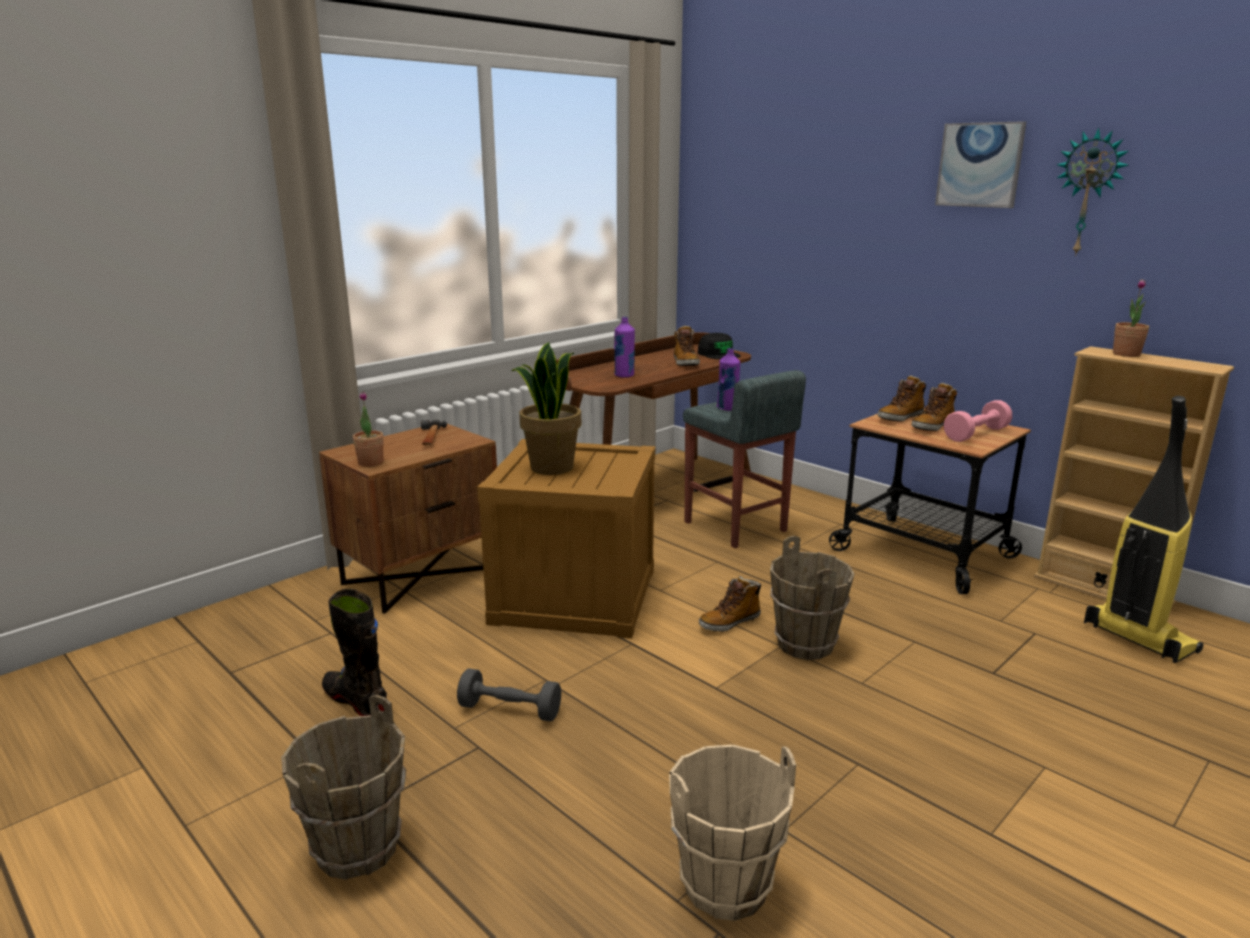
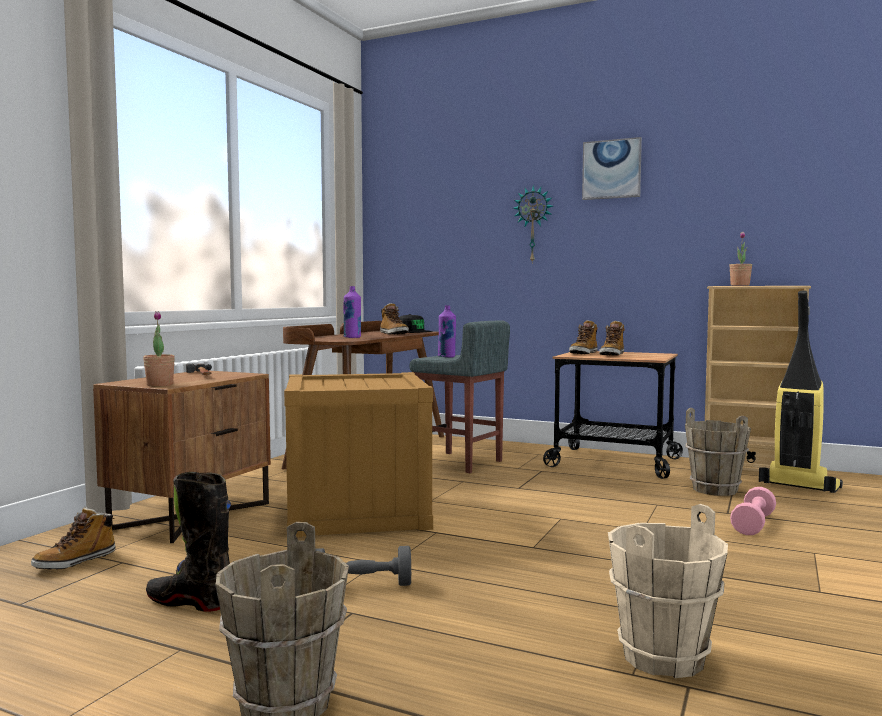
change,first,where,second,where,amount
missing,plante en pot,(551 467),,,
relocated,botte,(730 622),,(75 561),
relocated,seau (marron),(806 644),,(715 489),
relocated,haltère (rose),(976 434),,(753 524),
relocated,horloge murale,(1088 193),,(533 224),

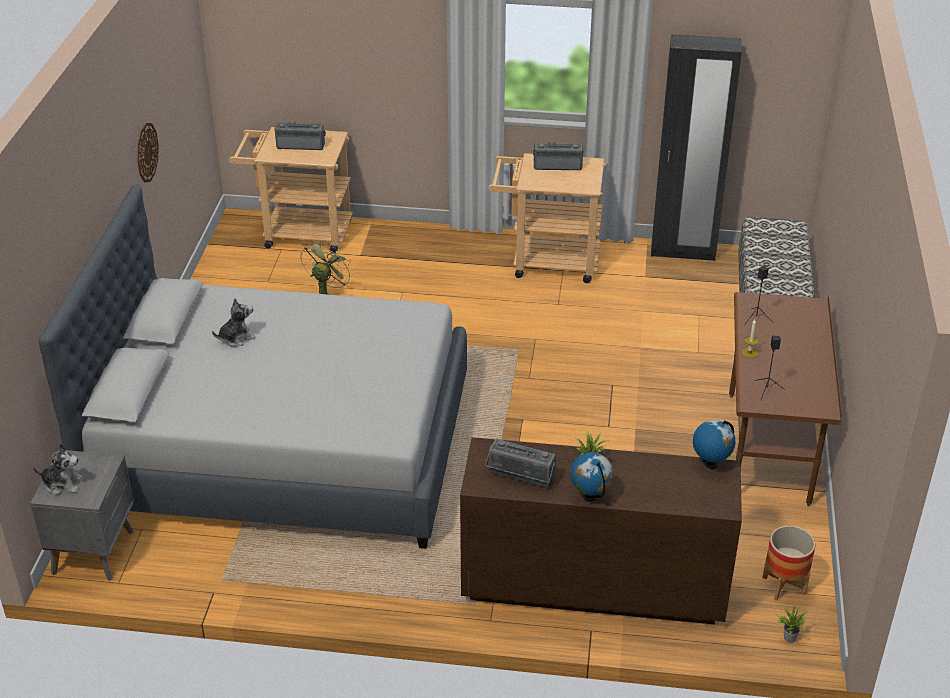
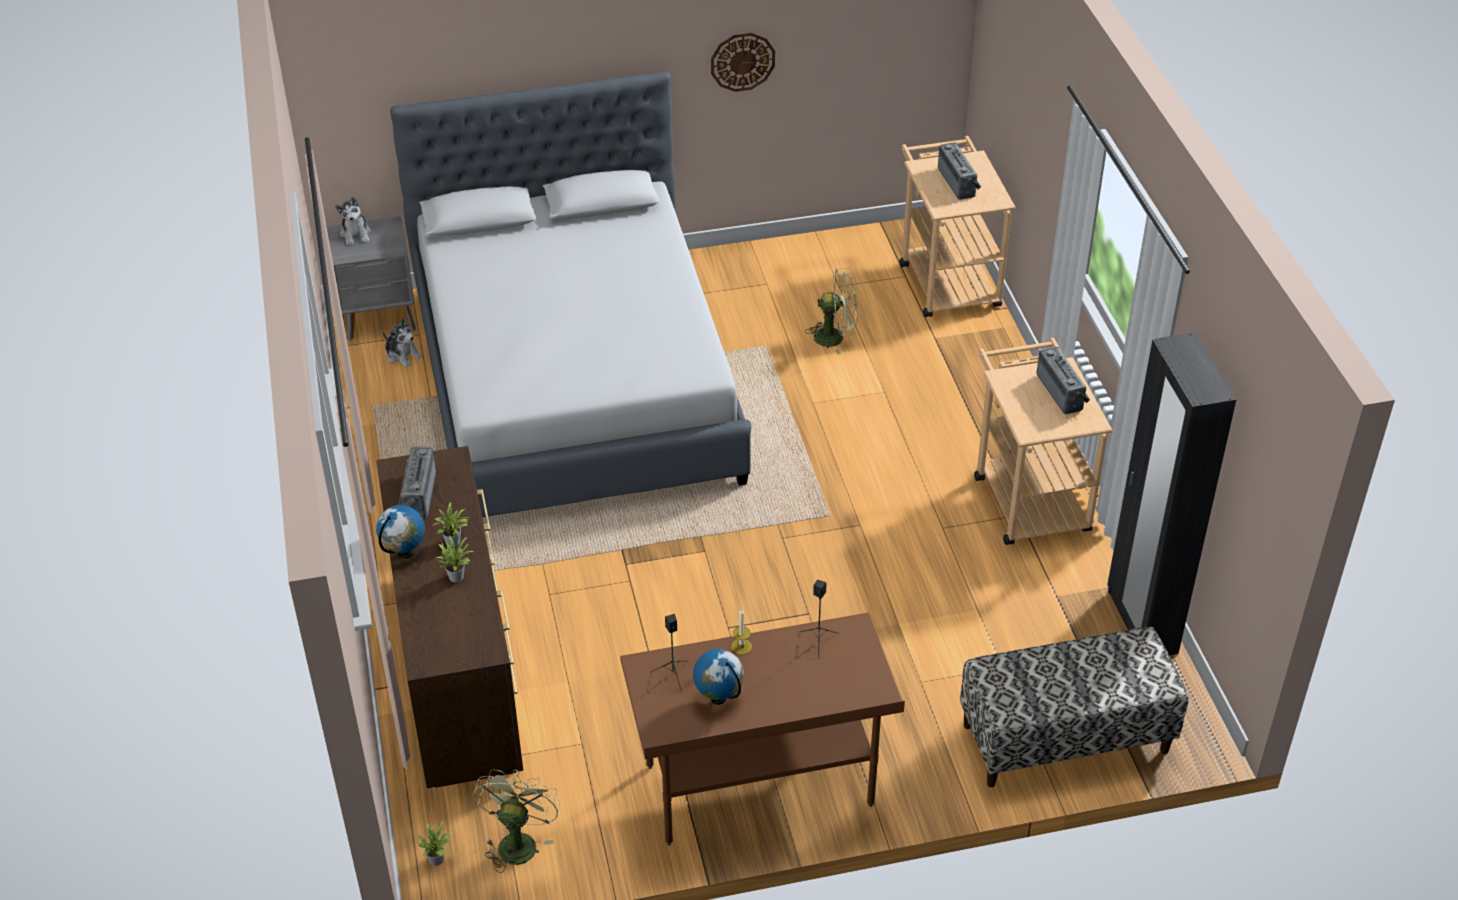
change,first,where,second,where,amount
appeared,,,plante en pot,(456 575),
relocated,peluche,(236 338),,(402 355),
relocated,globe,(710 464),,(719 698),
exchanged,cache-pot,(784 586),ventilateur (vert),(518 841),

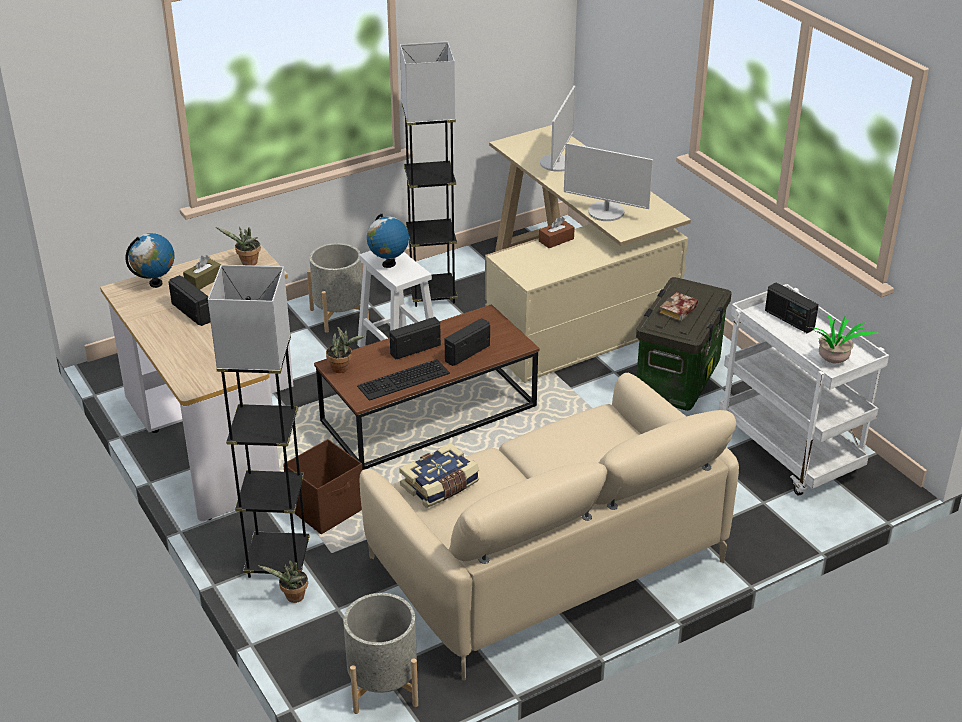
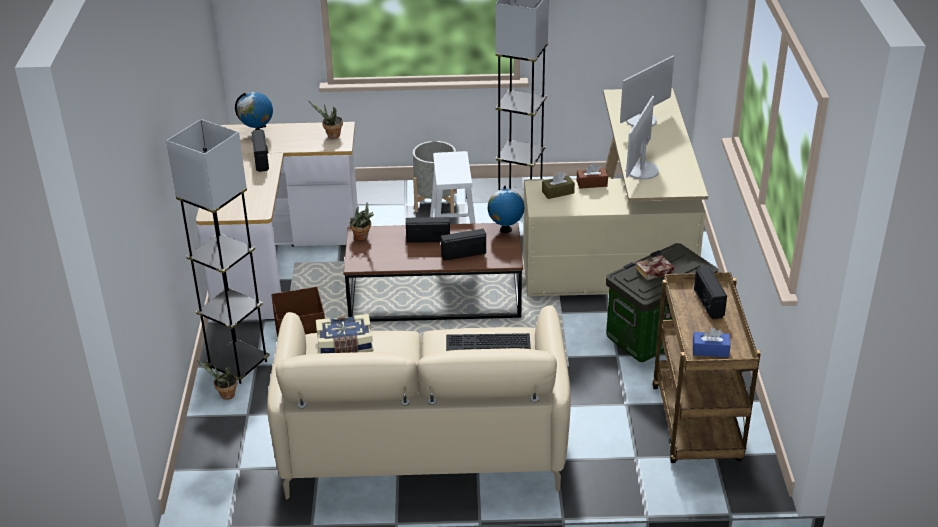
change,first,where,second,where,amount
missing,cache-pot (gris),(383 685),,,
relocated,boîte à mouchoirs (marron),(204 281),,(558 192),
relocated,clavier,(403 381),,(487 343),
relocated,globe,(388 264),,(505 230),
exchanged,plante en pot,(833 362),boîte à mouchoirs (bleu),(710 350),
colour,chariot (blanc),(790 452),chariot (marron),(697 426),
spun,écran d'ordinateur,(606 212),,(641 170),60 degrees clockwise

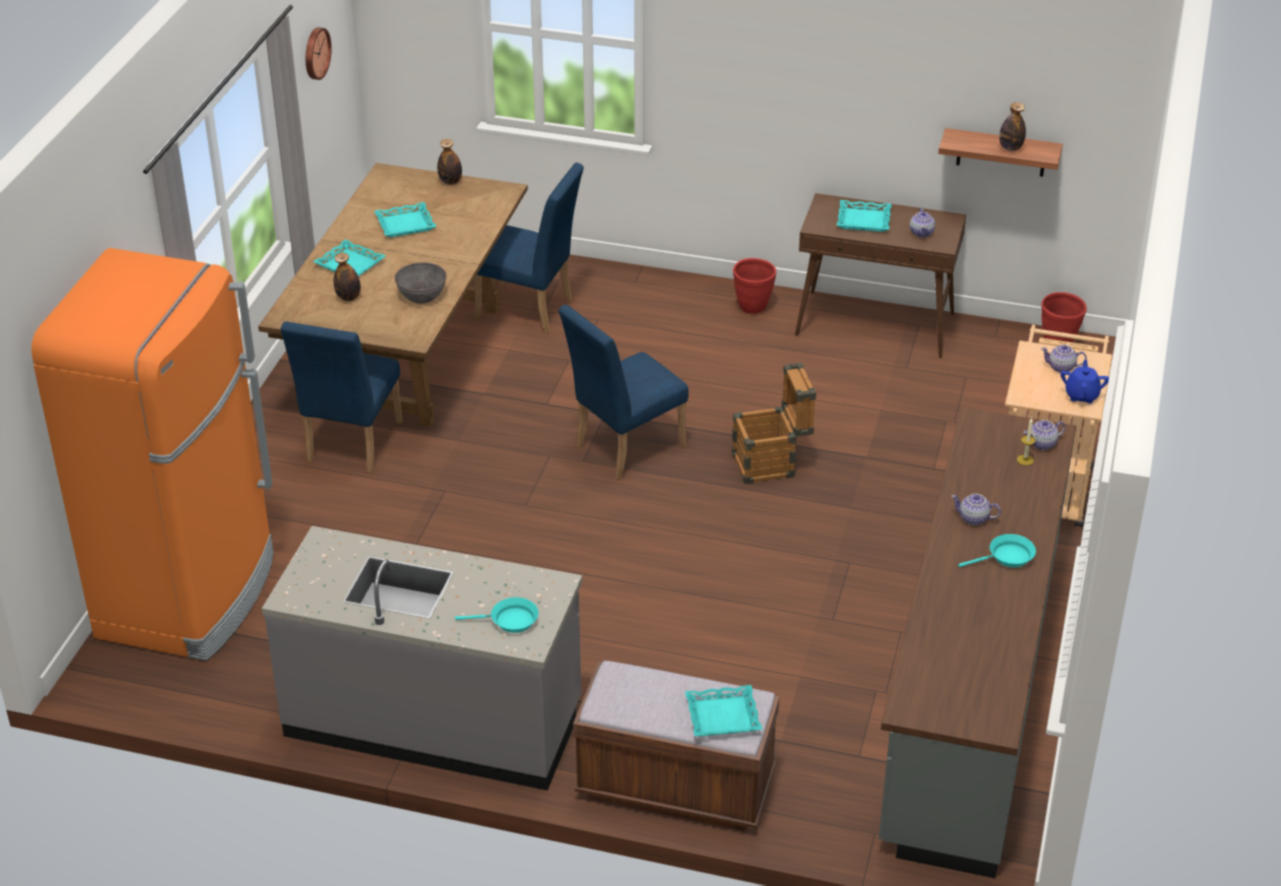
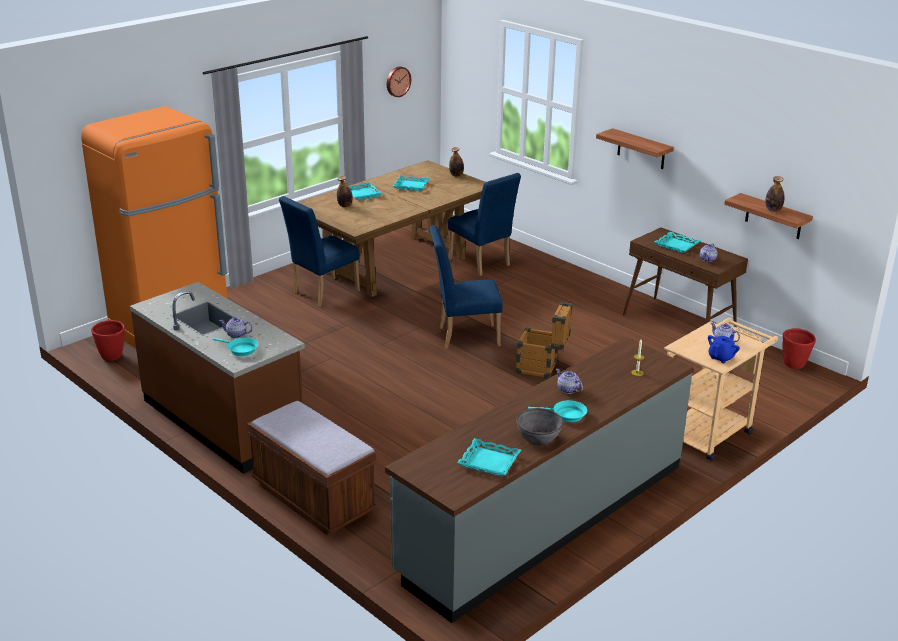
change,first,where,second,where,amount
appeared,,,étagère,(641 149),
relocated,bol (gris),(422 295),,(538 438),
relocated,plateau (turquoise),(723 716),,(489 461),
relocated,cache-pot (rouge),(753 307),,(112 357),
relocated,théière,(1042 444),,(236 335),
colour,comptoir de cuisine (gris),(434 720),comptoir de cuisine (marron),(224 420),

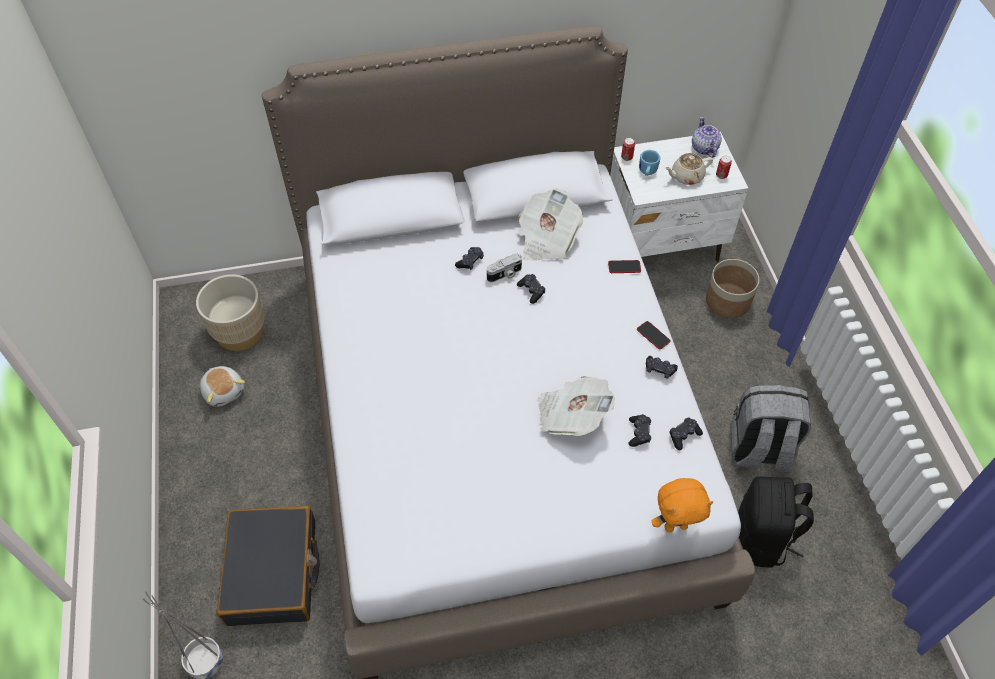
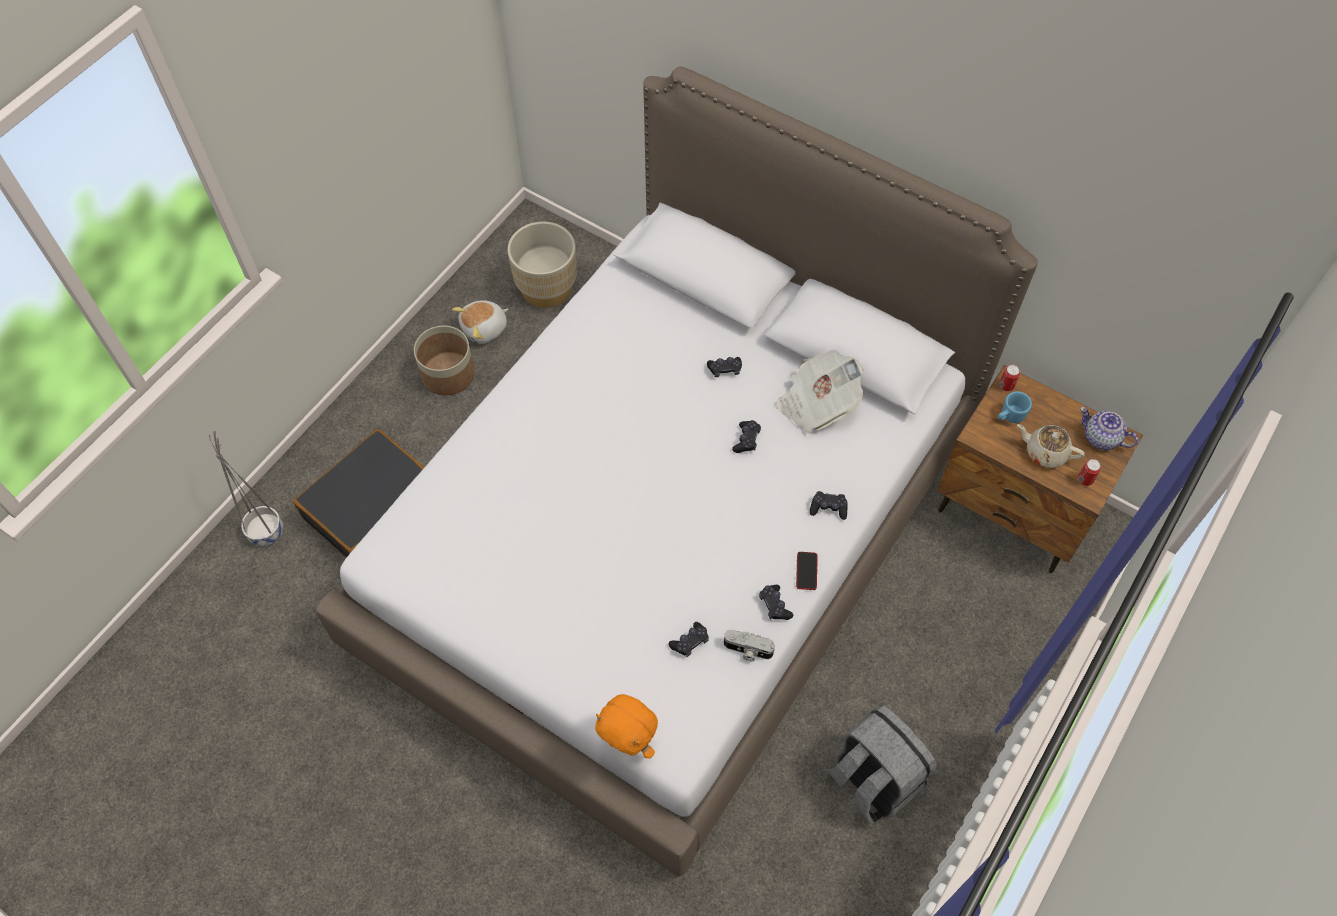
change,first,where,second,where,amount
missing,journal,(571 415),,,
missing,téléphone,(624 267),,,
missing,sac à dos (noir),(762 538),,,
relocated,appareil photo,(505 274),,(747 650),
relocated,manette (noir),(684 436),,(828 508),
relocated,cache-pot,(727 300),,(448 374),
colour,table de chevet (blanc),(663 244),table de chevet (marron),(1014 510),
spun,peluche,(224 391),,(485 329),45 degrees clockwise
spun,théière,(704 148),,(1101 438),90 degrees counterclockwise

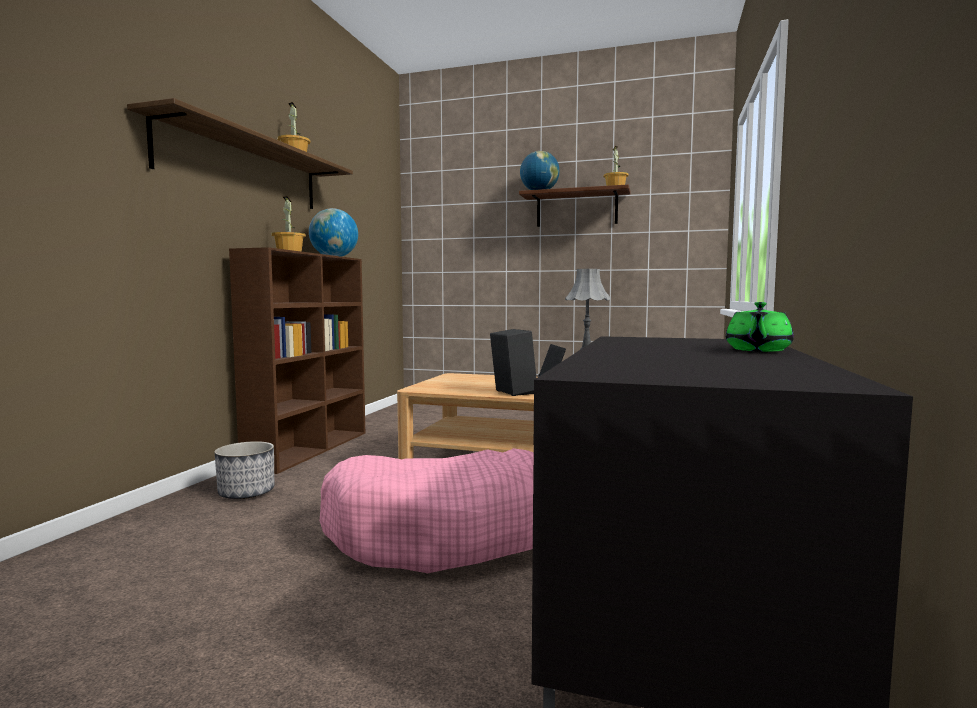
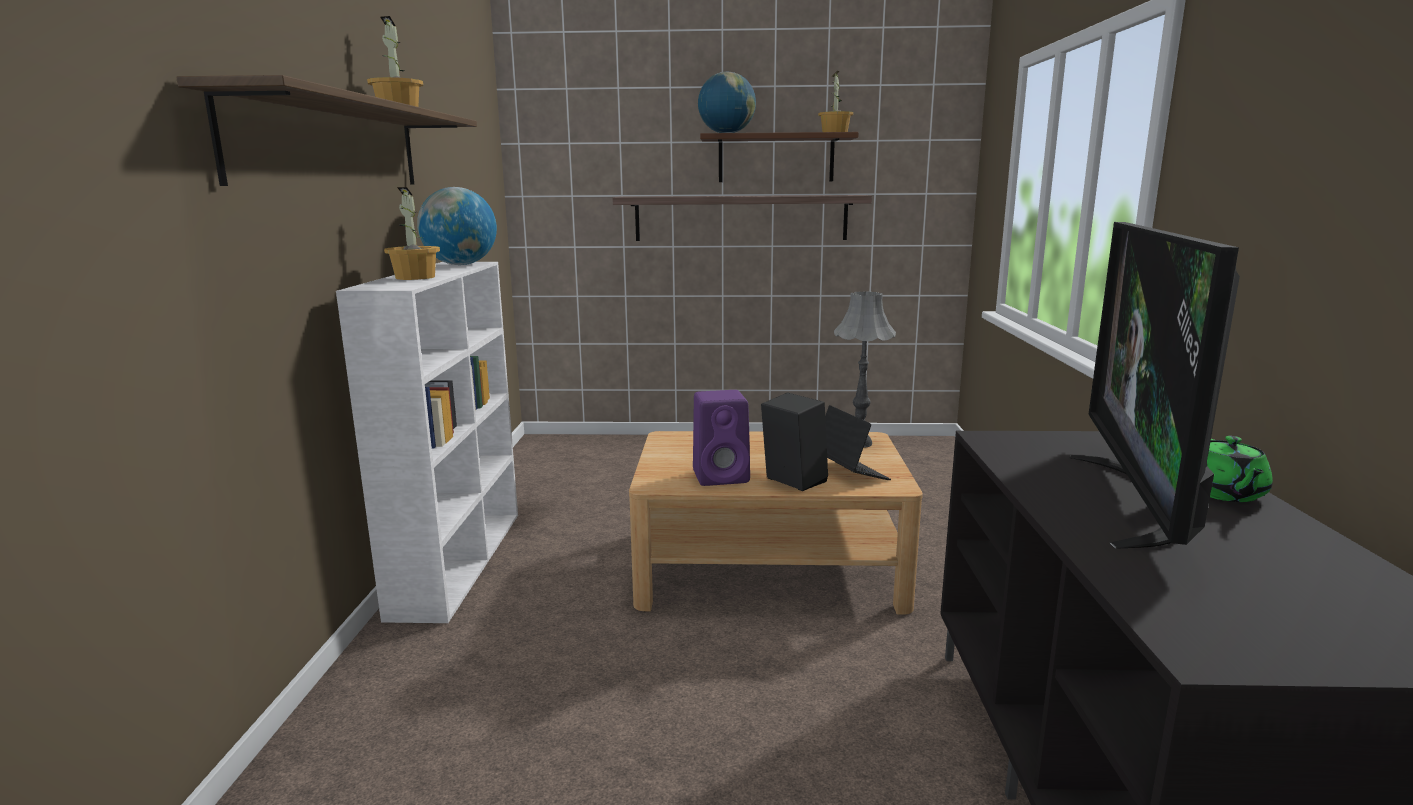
change,first,where,second,where,amount
missing,cache-pot,(246 493),,,
missing,panier pour chien (rose),(444 532),,,
appeared,,,étagère,(740 218),
appeared,,,enceinte (violet),(722 476),
appeared,,,téléviseur,(1139 501),
colour,bibliothèque (marron),(310 449),bibliothèque (blanc),(459 560),

